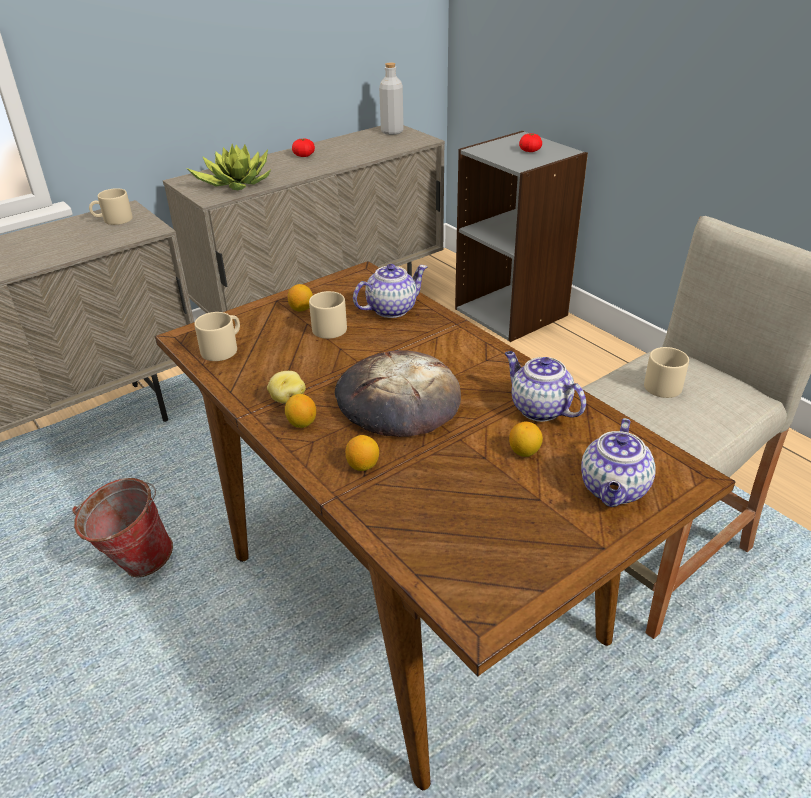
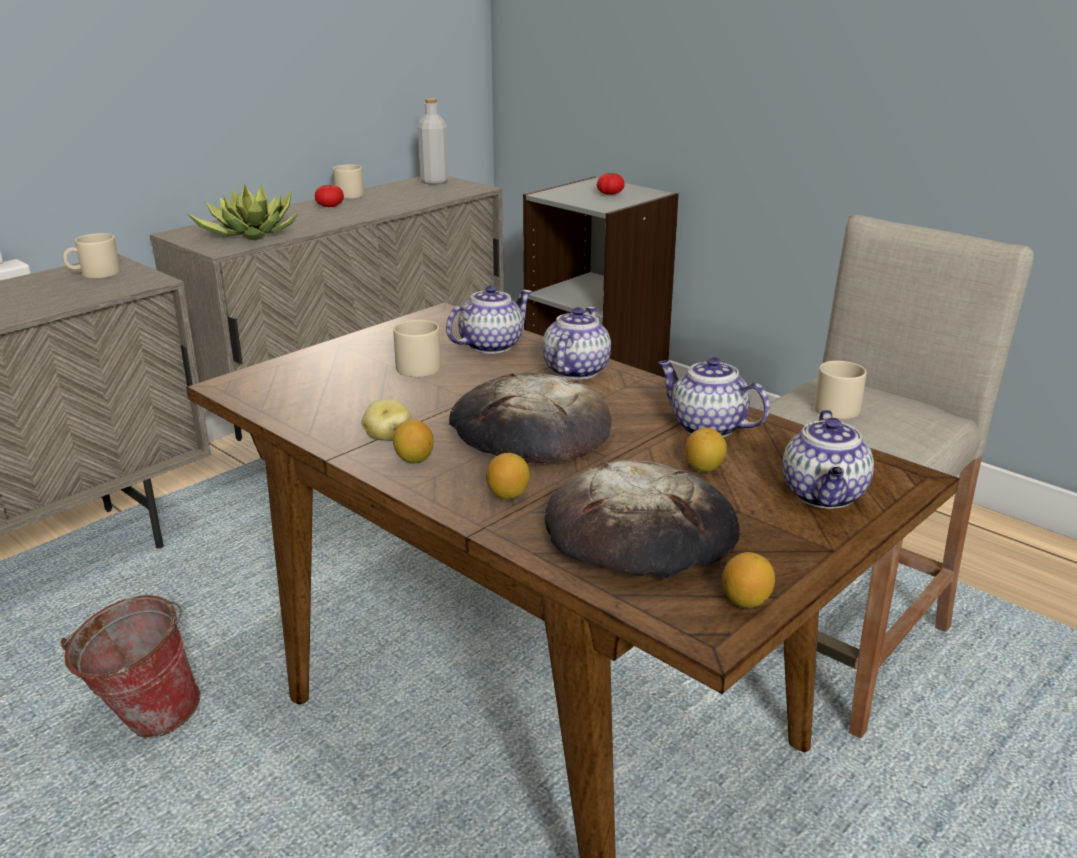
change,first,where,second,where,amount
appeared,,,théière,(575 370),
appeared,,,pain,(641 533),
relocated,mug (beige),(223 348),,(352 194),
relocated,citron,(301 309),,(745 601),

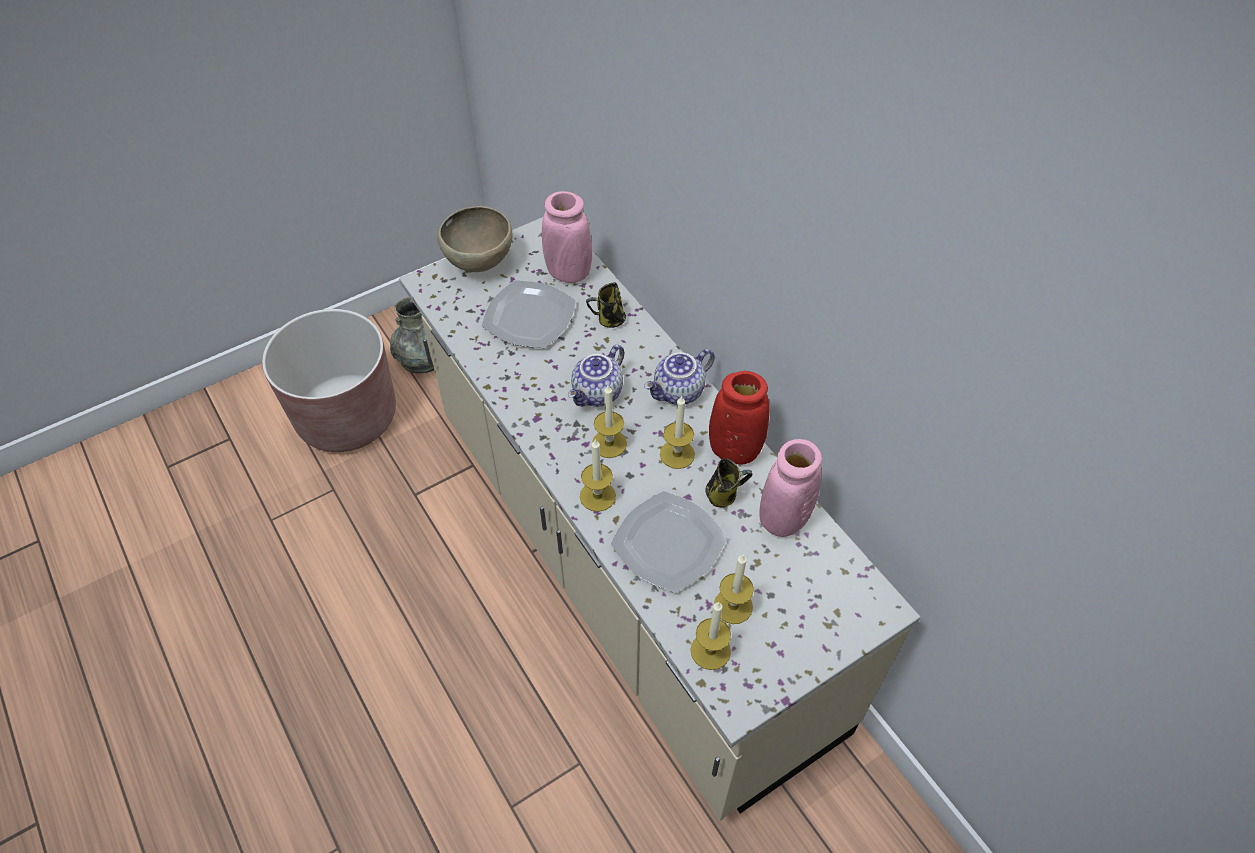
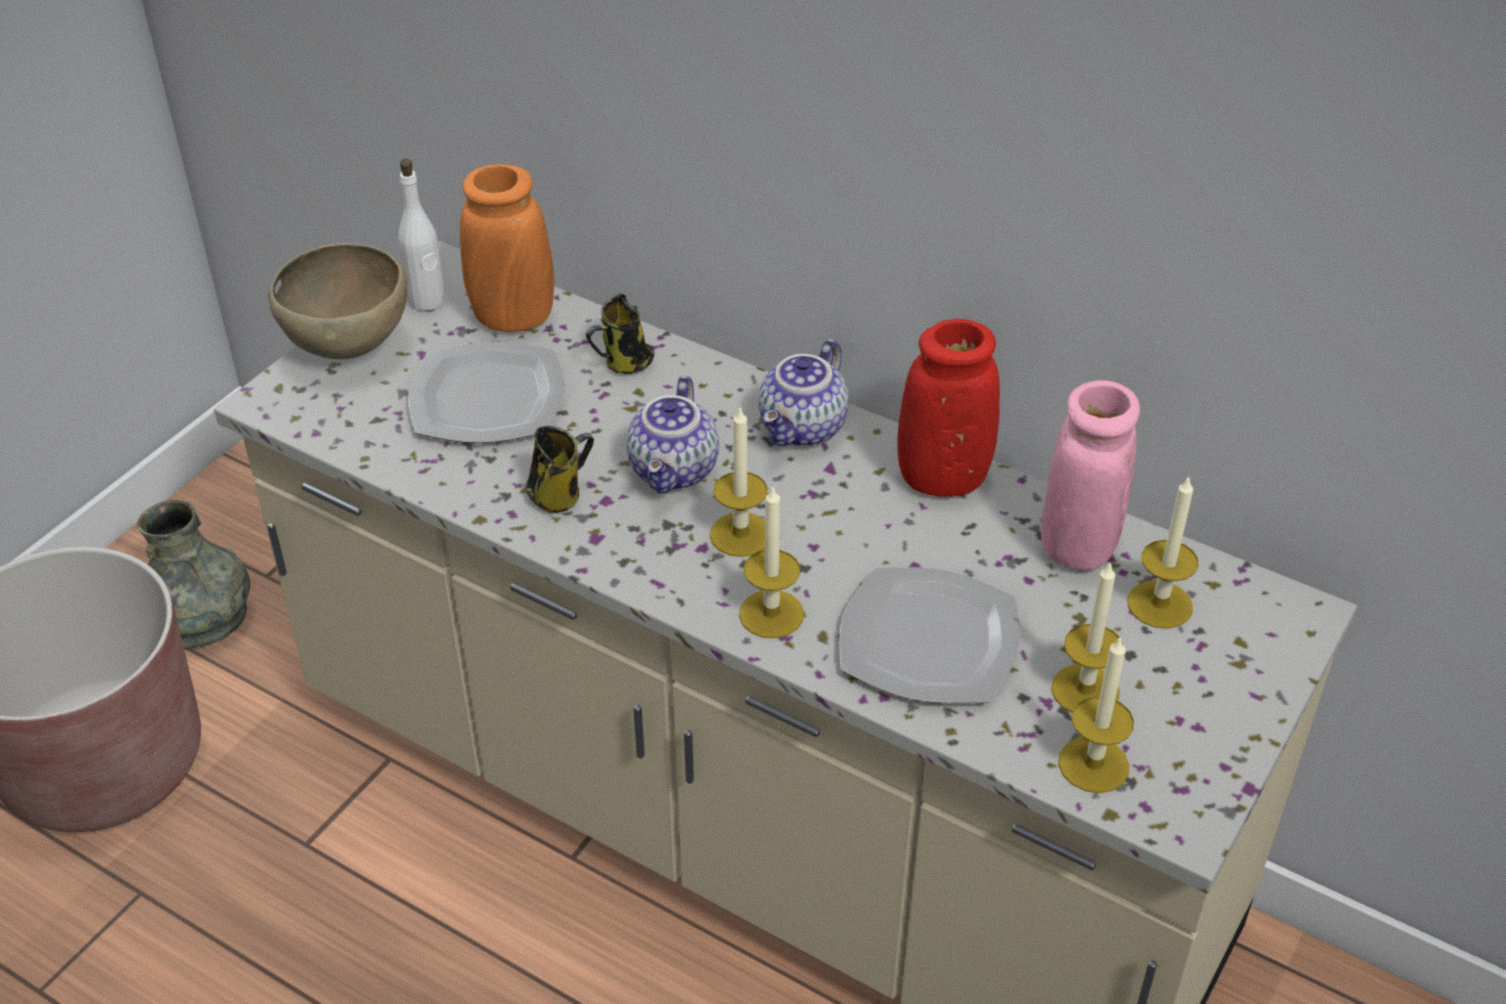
change,first,where,second,where,amount
appeared,,,bouteille (blanc),(427 300),
relocated,bougie,(677 454),,(1159 604),
relocated,mug,(724 494),,(559 494),
colour,vase (rose),(568 272),vase (orange),(513 318),

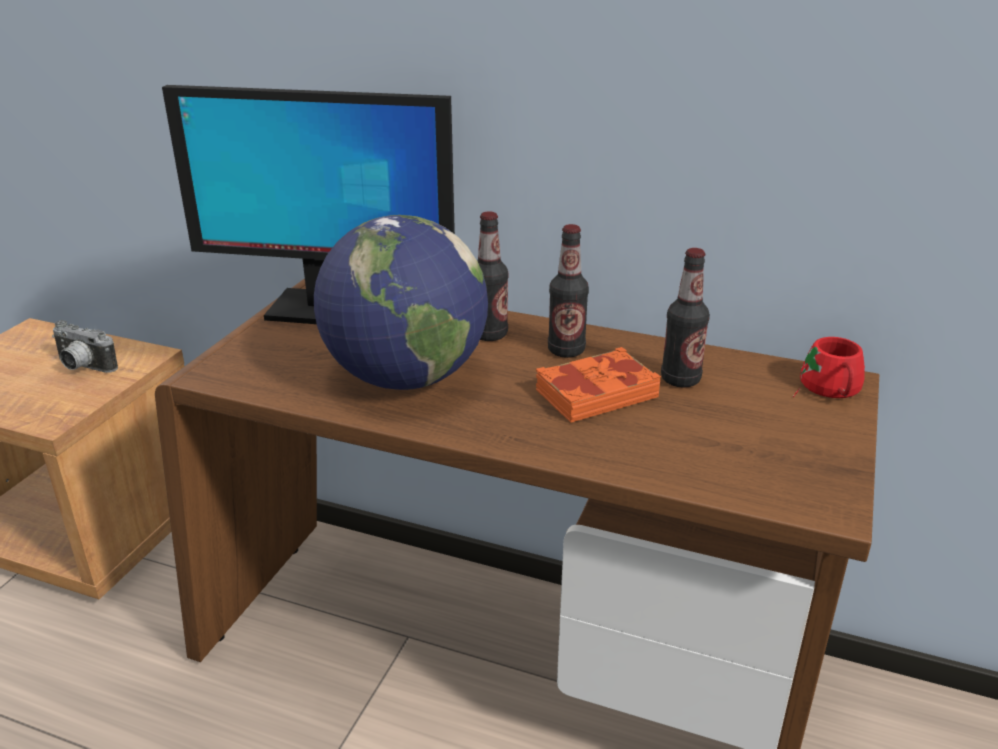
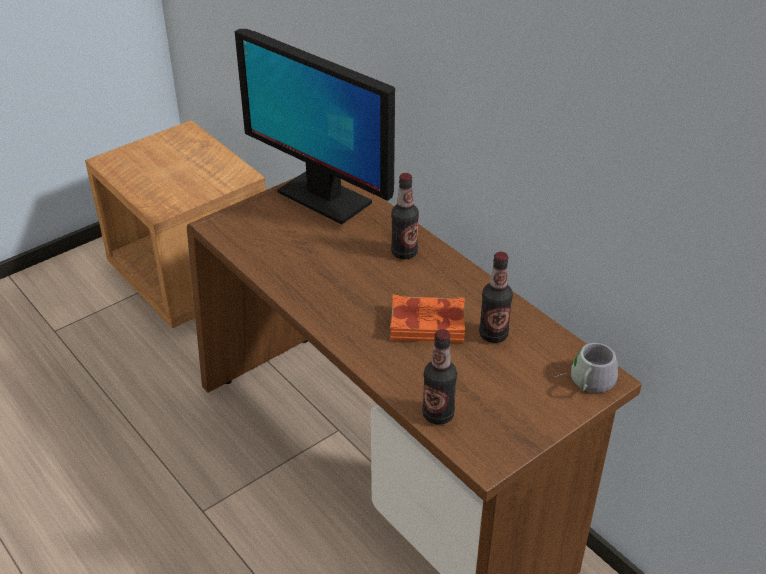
change,first,where,second,where,amount
missing,appareil photo,(82 368),,,
missing,globe,(405 378),,,
relocated,bouteille,(566 350),,(438 414),
colour,mug (rouge),(825 389),mug (gris),(585 380),

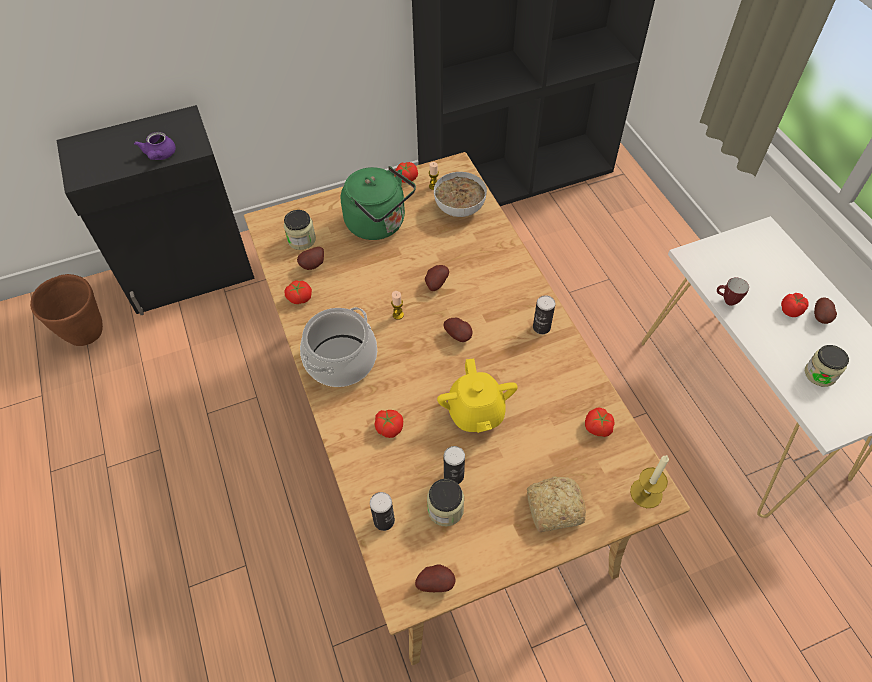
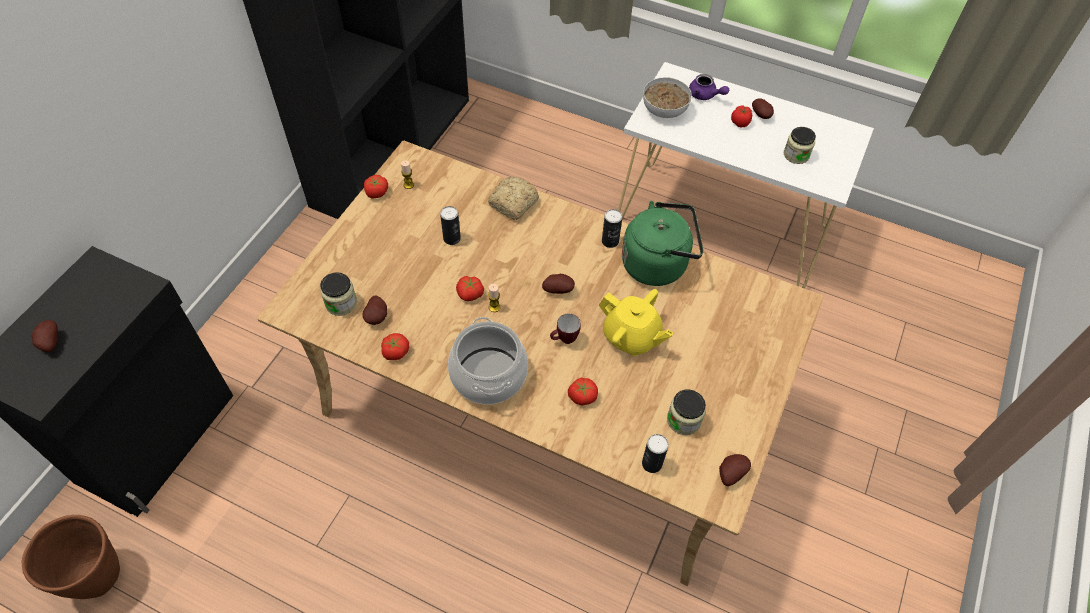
change,first,where,second,where,amount
missing,bougie,(646 493),,,
relocated,théière (violet),(160 155),,(705 95),
relocated,bouilloire (vert),(379 224),,(658 263),
relocated,pomme de terre,(435 283),,(49 343),
relocated,bol,(459 207),,(663 110),
relocated,boîte métallique,(453 475),,(452 238),
relocated,pain,(552 508),,(512 204),
relocated,tomate,(598 427),,(470 294),
relocated,mug,(726 301),,(564 340),

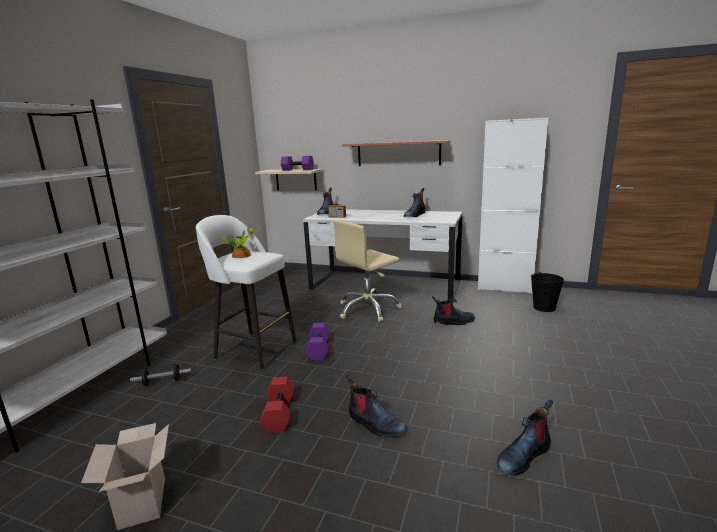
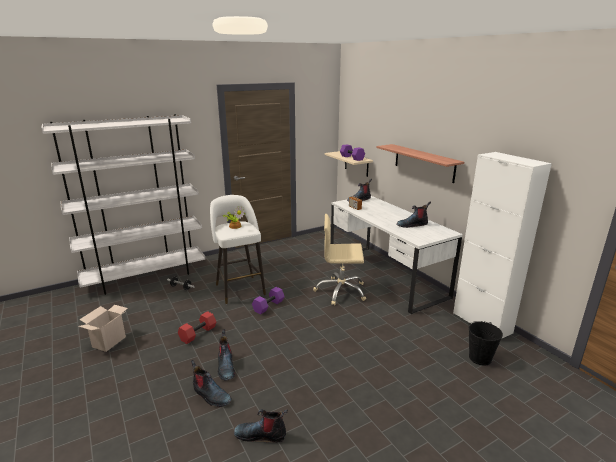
change,first,where,second,where,amount
relocated,botte,(453 322),,(210 395),

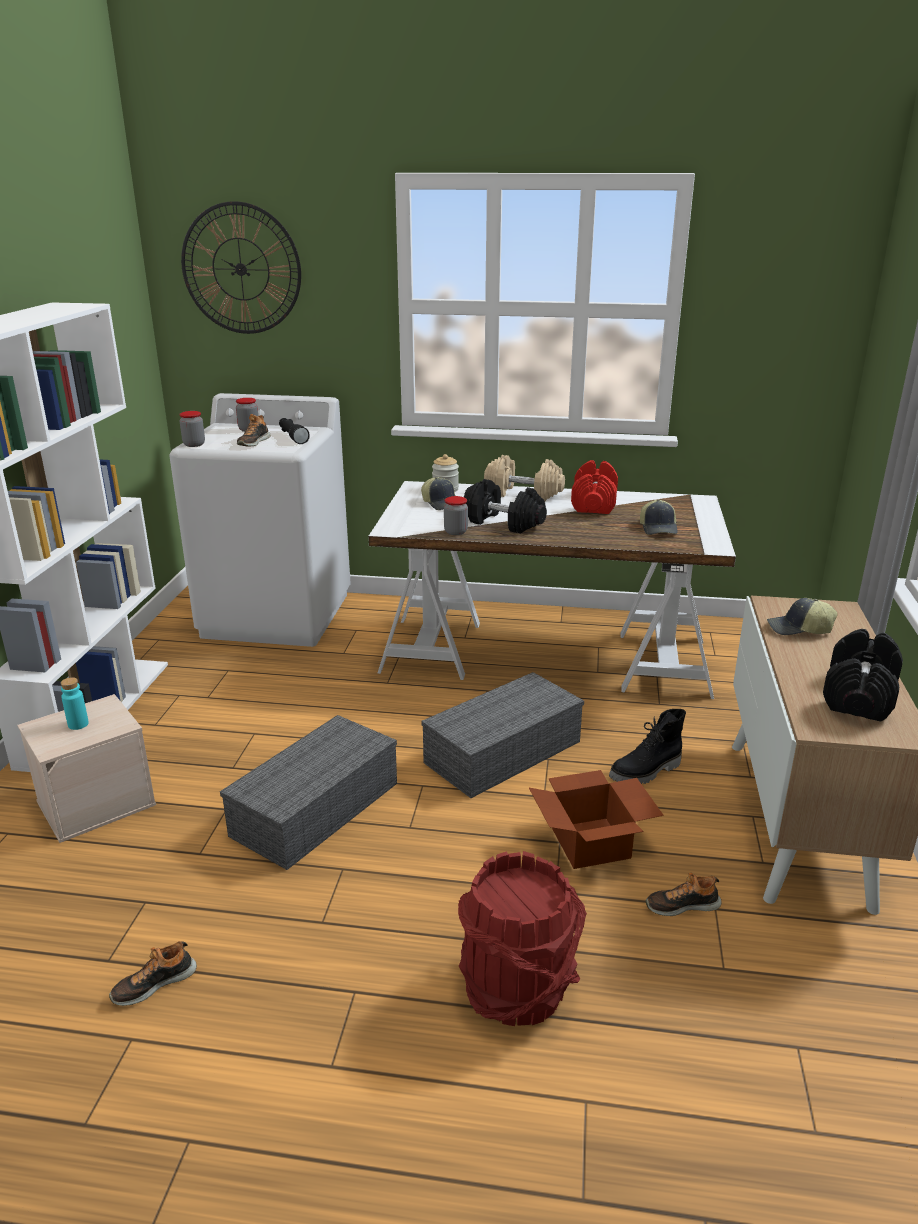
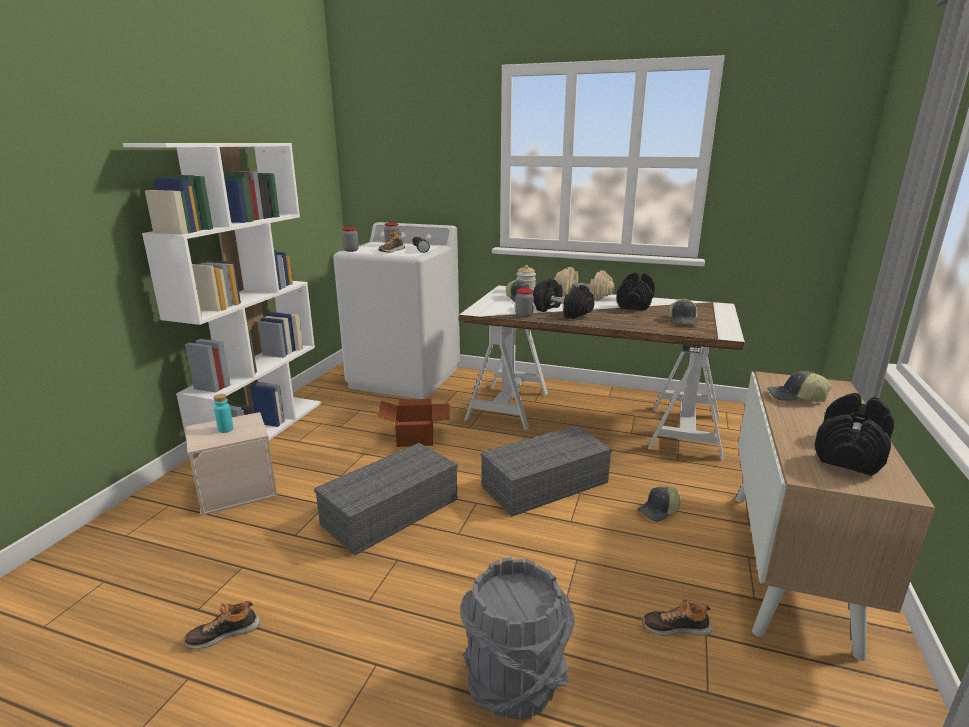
change,first,where,second,where,amount
missing,horloge murale,(241 269),,,
relocated,carton,(593 843),,(416 437),
exchanged,botte (noir),(646 772),casquette,(659 511),
colour,seau (rouge),(517 988),seau (gris),(514 682),
colour,haltère (rouge),(593 503),haltère (noir),(634 304),

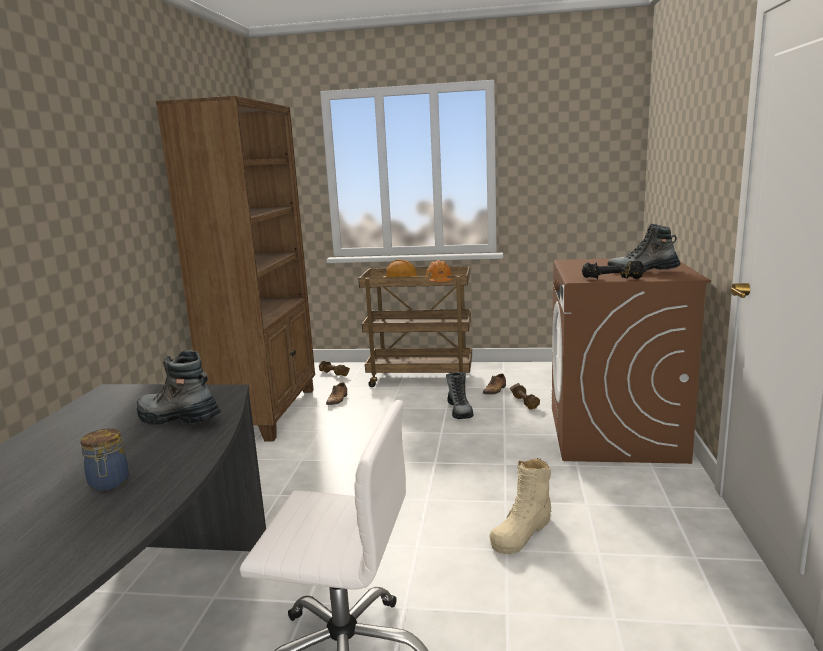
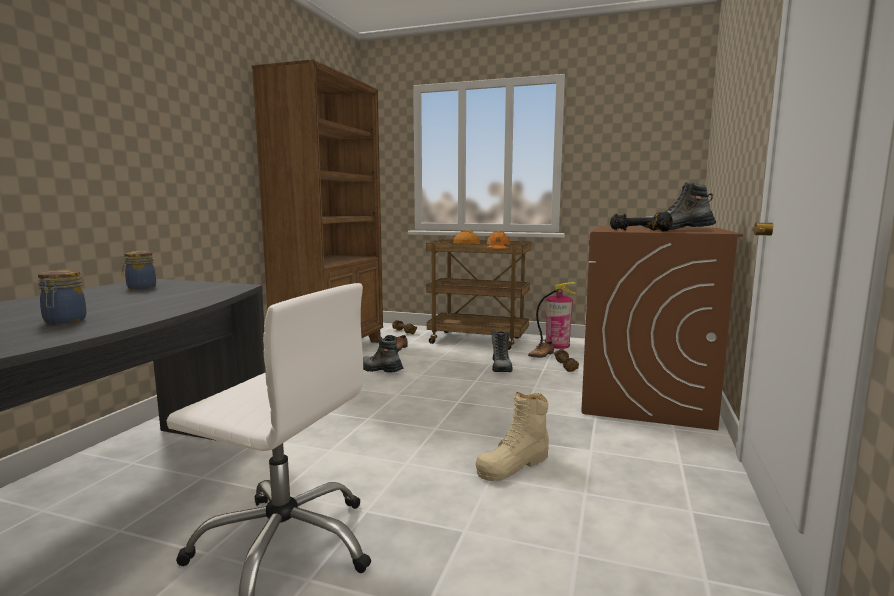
change,first,where,second,where,amount
appeared,,,bocal,(140 287),
appeared,,,extincteur,(557 345),
relocated,botte,(177 419),,(381 370),

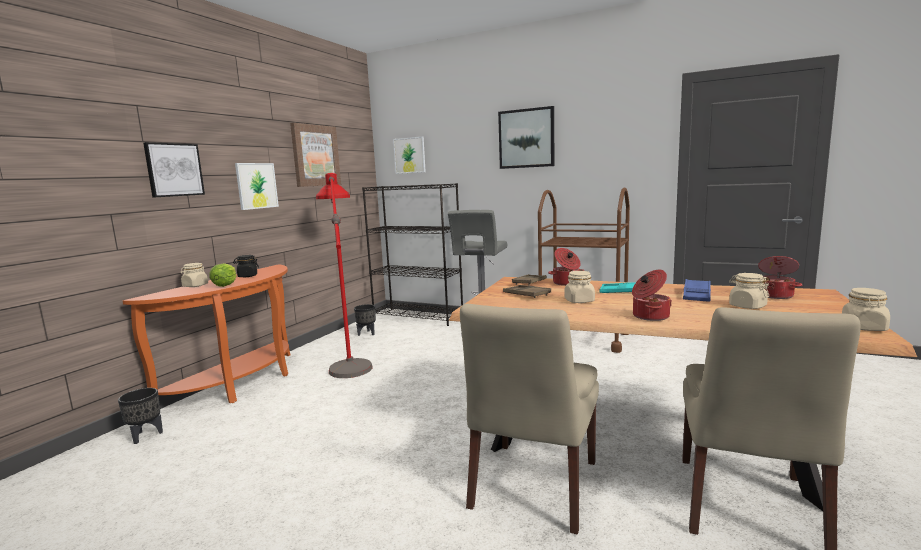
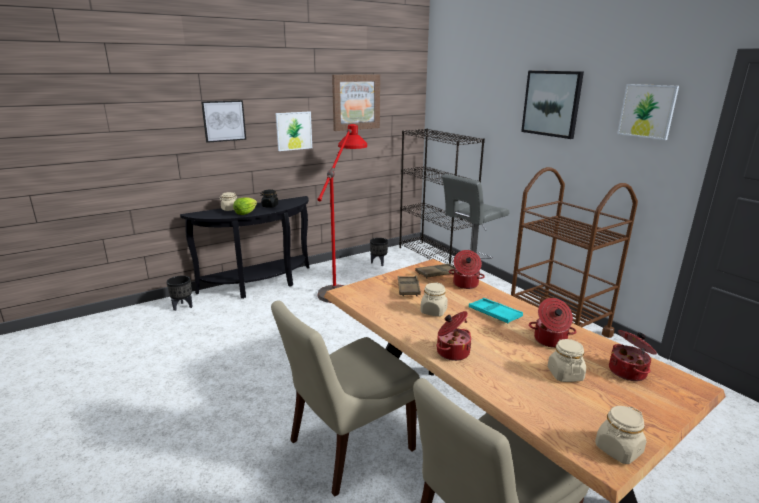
change,first,where,second,where,amount
relocated,tableau,(409 155),,(647 111),
exchanged,plateau (bleu),(696 294),marmite,(550 340),
colour,table console (orange),(243 385),table console (noir),(260 285),

